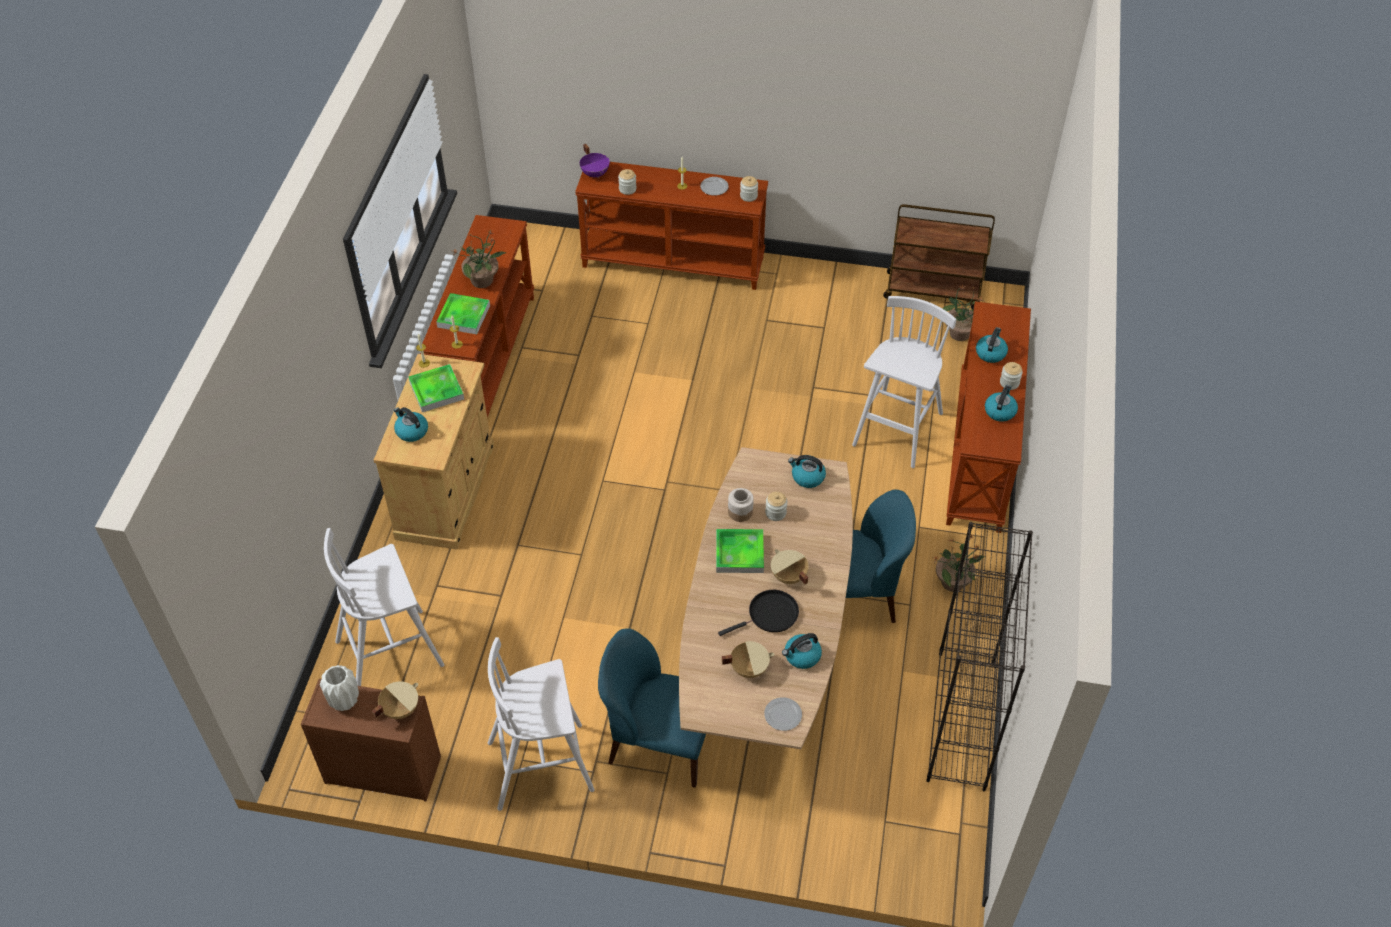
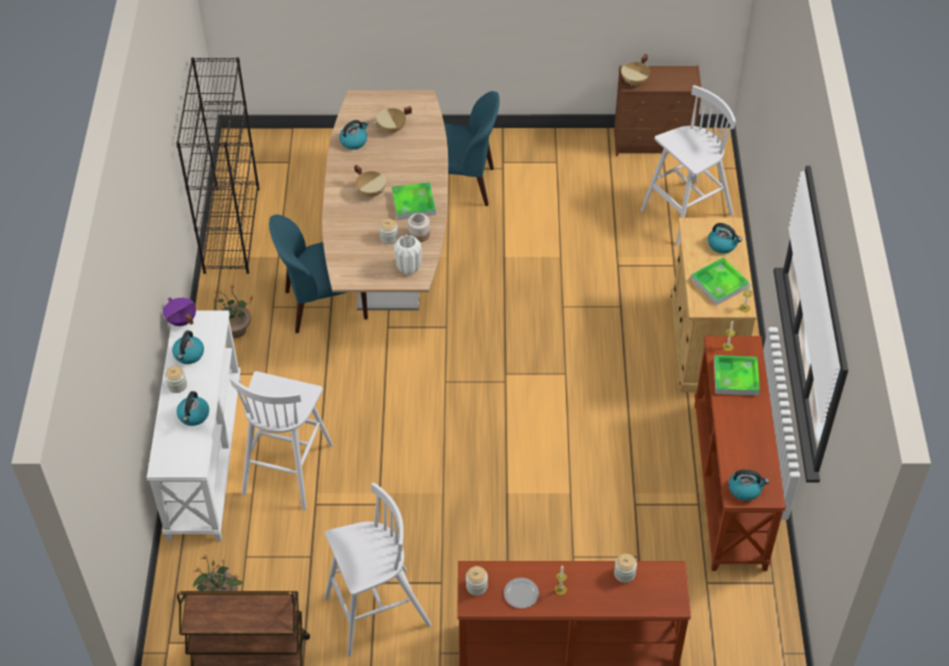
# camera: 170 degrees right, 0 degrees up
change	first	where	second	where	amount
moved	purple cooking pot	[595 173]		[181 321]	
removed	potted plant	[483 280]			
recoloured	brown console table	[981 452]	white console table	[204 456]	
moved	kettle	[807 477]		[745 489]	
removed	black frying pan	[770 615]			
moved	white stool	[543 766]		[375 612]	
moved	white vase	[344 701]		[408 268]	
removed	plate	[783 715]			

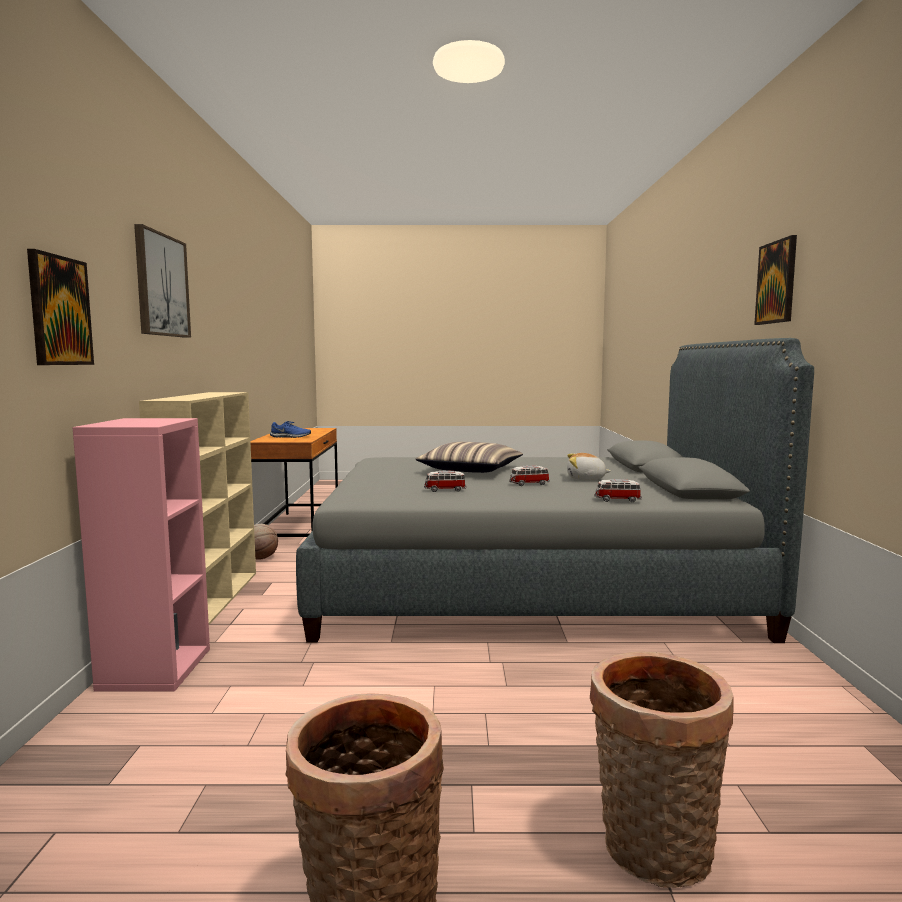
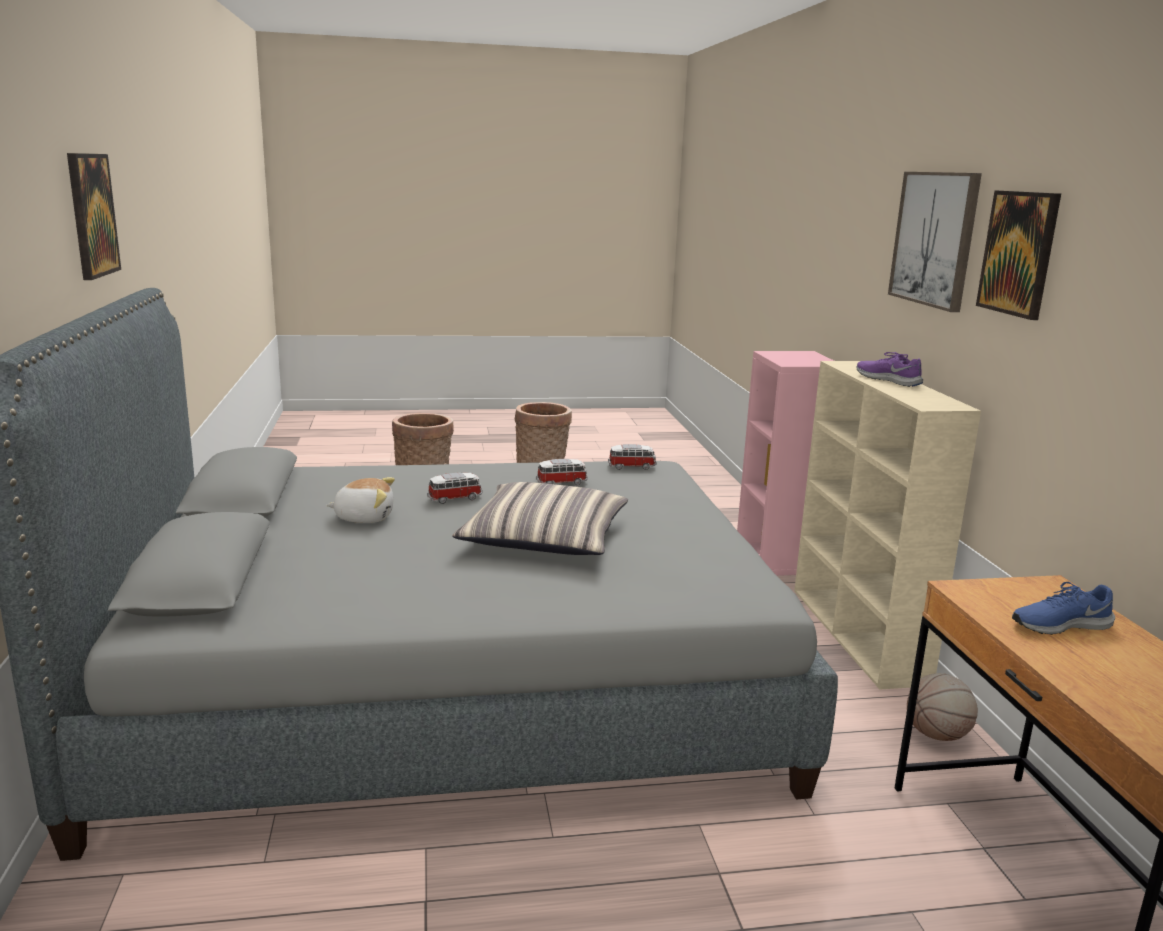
# camera: 170 degrees right, 10 degrees up
change	first	where	second	where	amount
moved	picture	[59 311]		[1019 253]	
moved	toy car	[617 500]		[632 467]	
added			purple shoe	[888 380]	

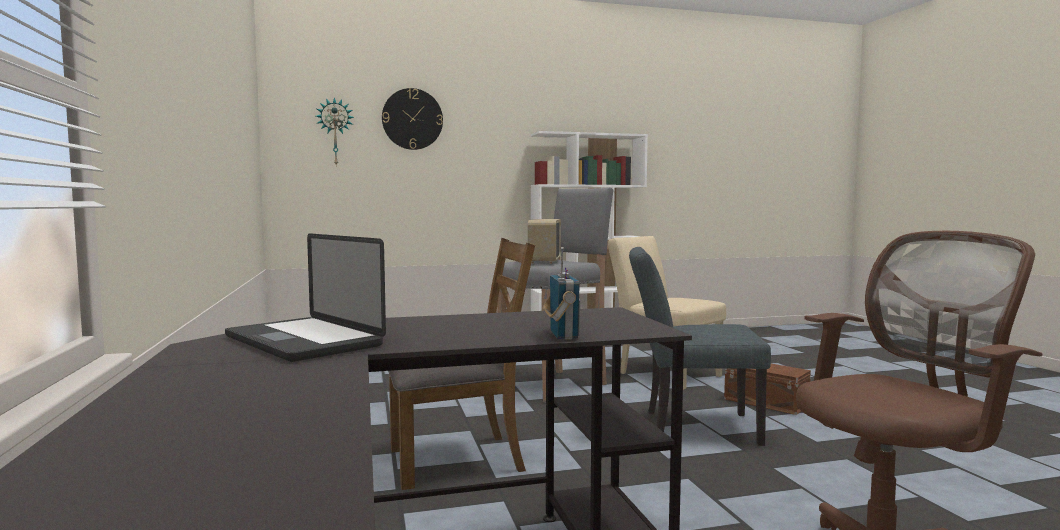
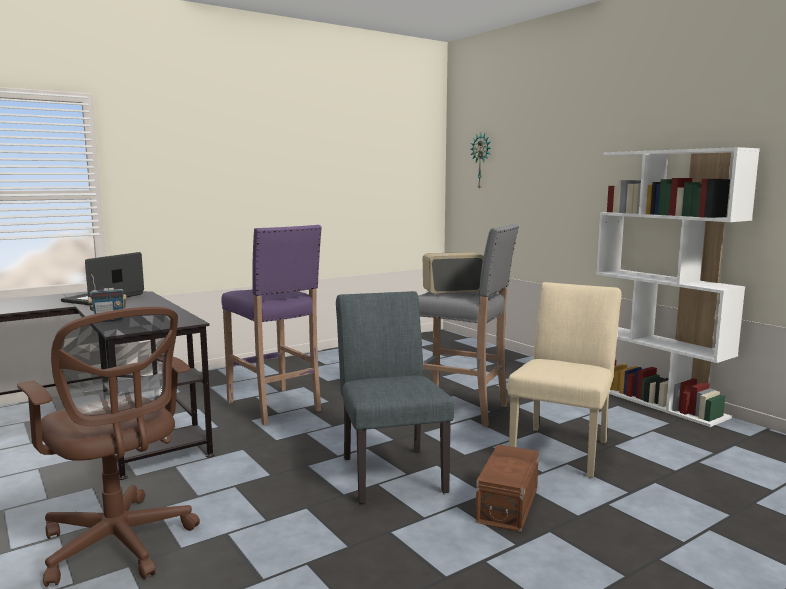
# camera: 70 degrees right, 5 degrees up
change	first	where	second	where	amount
removed	wall clock	[412 119]			
replaced	brown chair	[457 459]	purple stool	[275 406]	

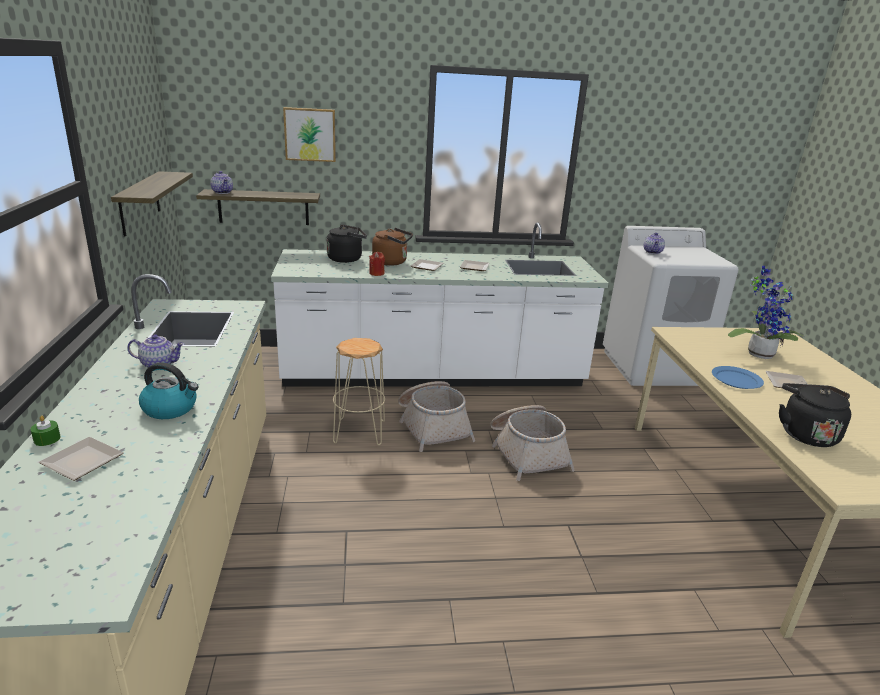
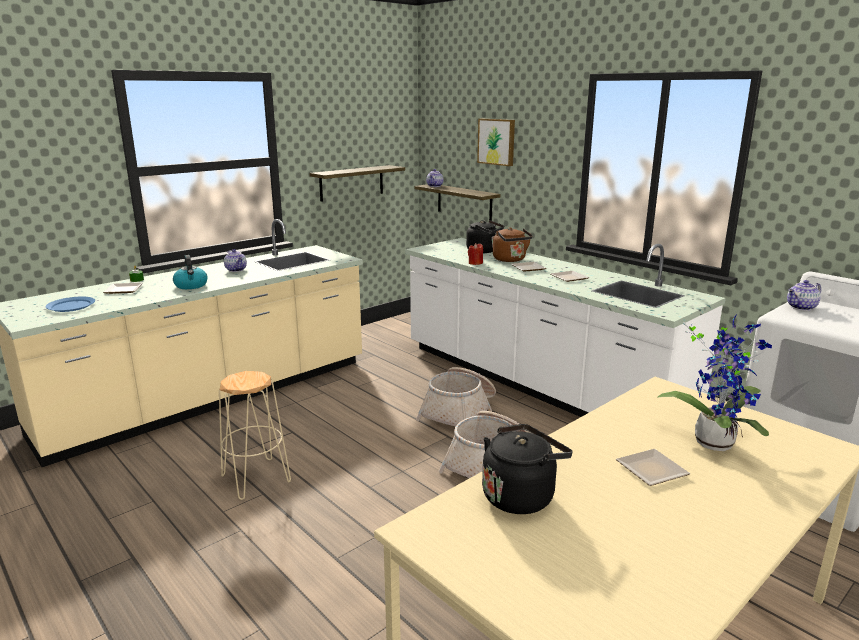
# camera: 55 degrees right, 5 degrees down
change	first	where	second	where	amount
moved	beige stool	[359 432]		[255 478]	
moved	blue plate	[736 379]		[71 306]	

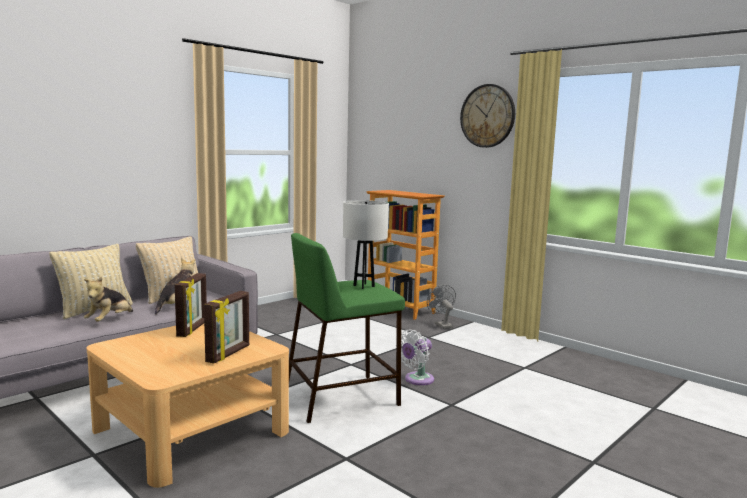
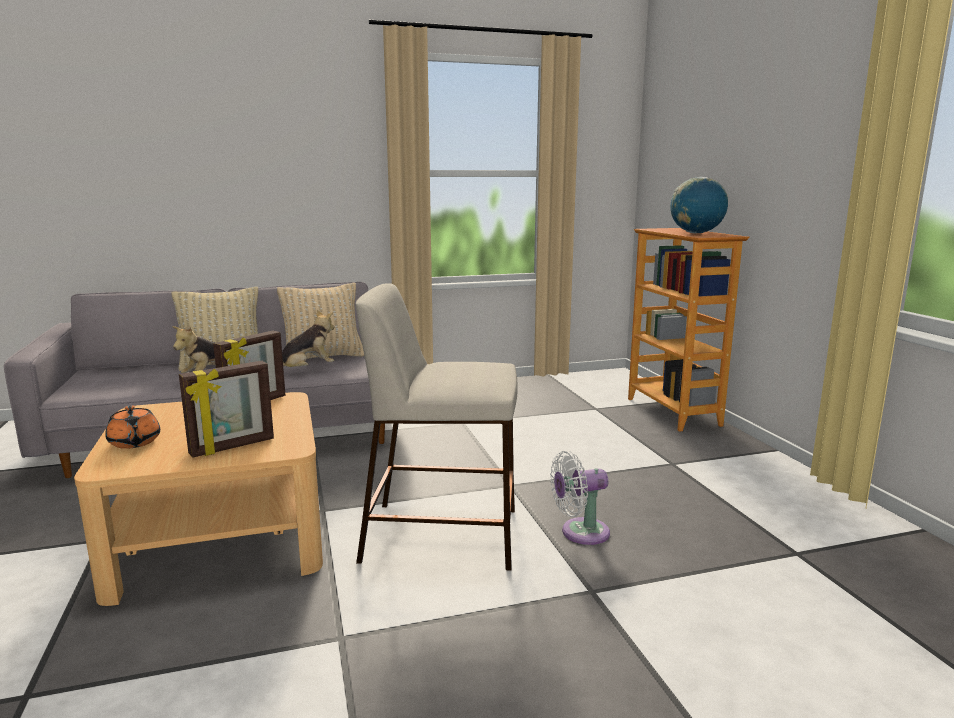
# camera: 30 degrees right, 5 degrees up
change	first	where	second	where	amount
removed	wall clock	[487 116]			
removed	white table lamp	[363 286]			
recoloured	green stool	[342 397]	beige stool	[444 534]	
removed	grey fan	[441 325]			
added			globe	[696 233]	
added			orange teapot	[134 443]	

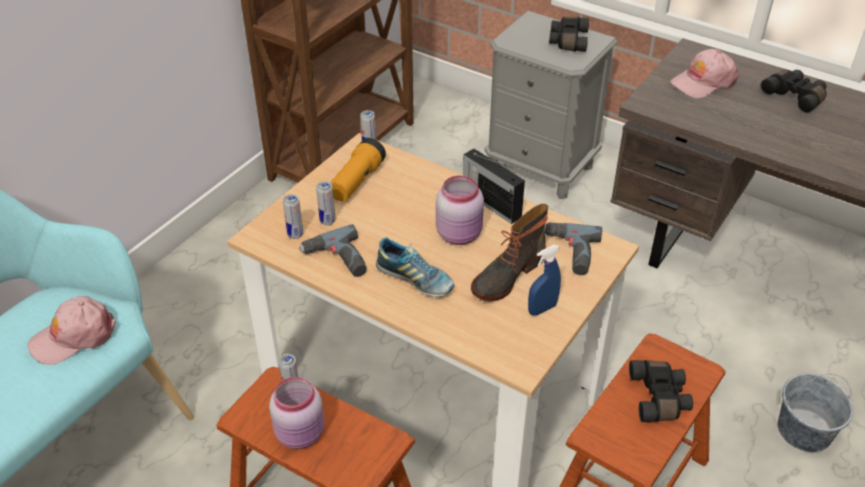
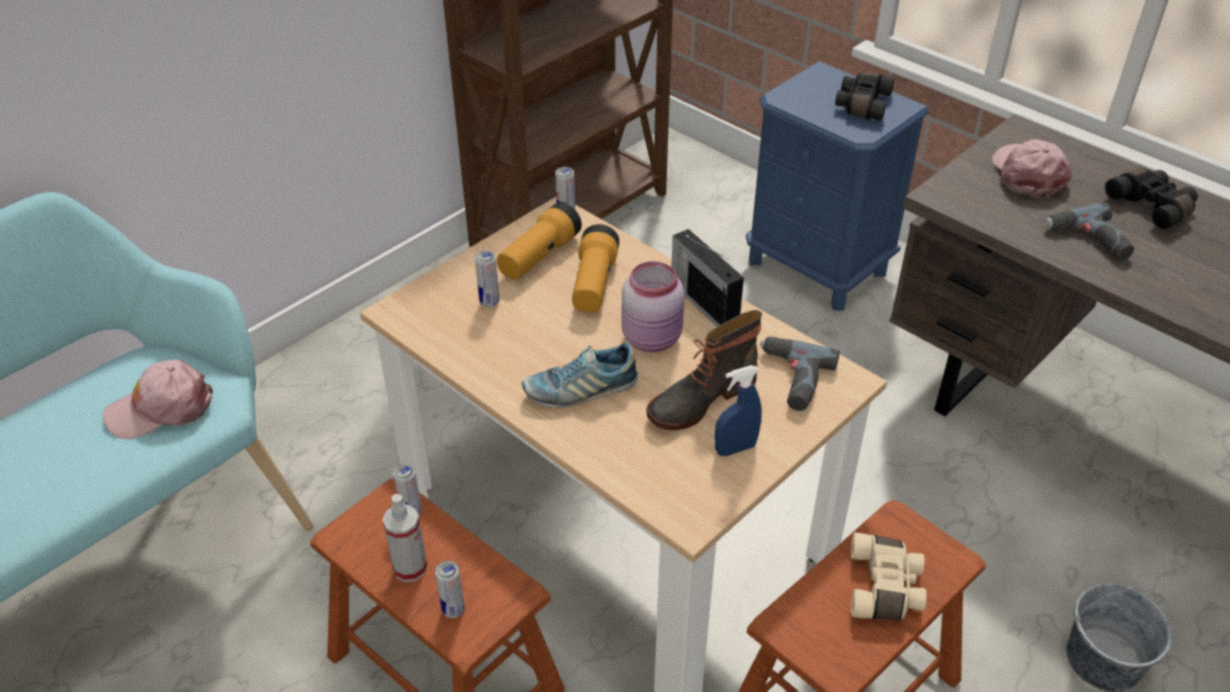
# camera: 10 degrees right, 0 degrees up
change	first	where	second	where	amount
recoloured	grey nightstand	[541 167]	blue nightstand	[818 267]	
turned	pink cap	[703 82]		[1027 174]	105 degrees clockwise
moved	can	[295 235]		[453 610]	
moved	power drill	[336 260]		[1089 241]	
turned	shoe	[415 280]		[580 390]	120 degrees clockwise
recoloured	black binoculars	[660 398]	beige binoculars	[886 588]	
replaced	pink jar	[301 434]	spray bottle	[410 568]	
added			flashlight	[594 284]	

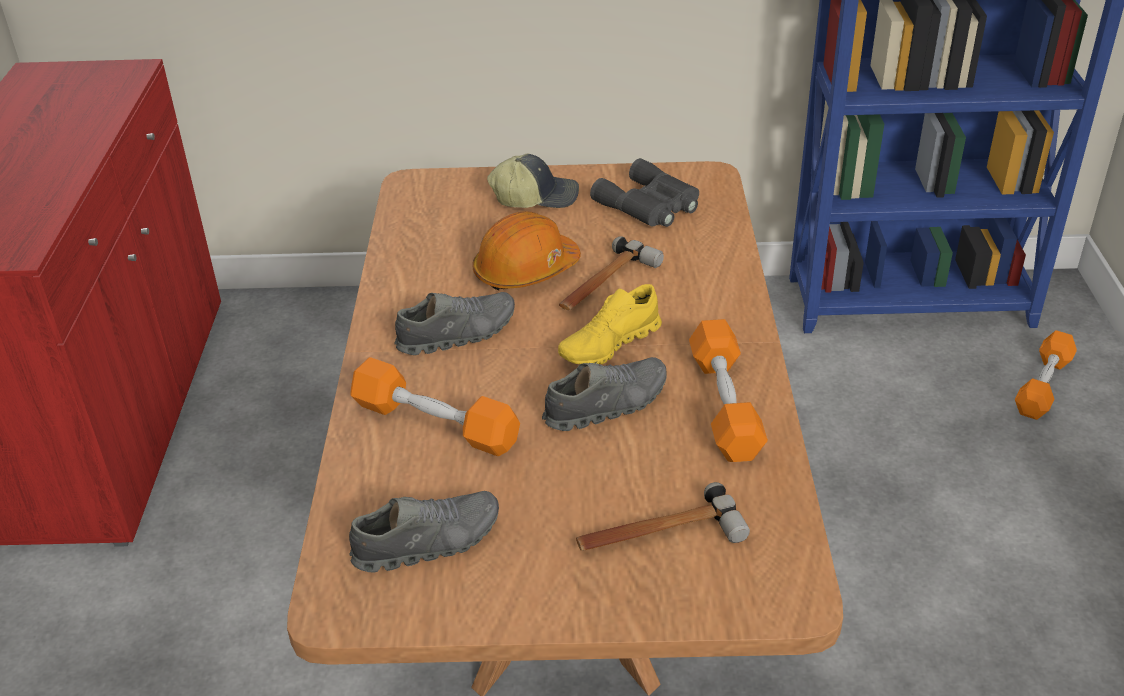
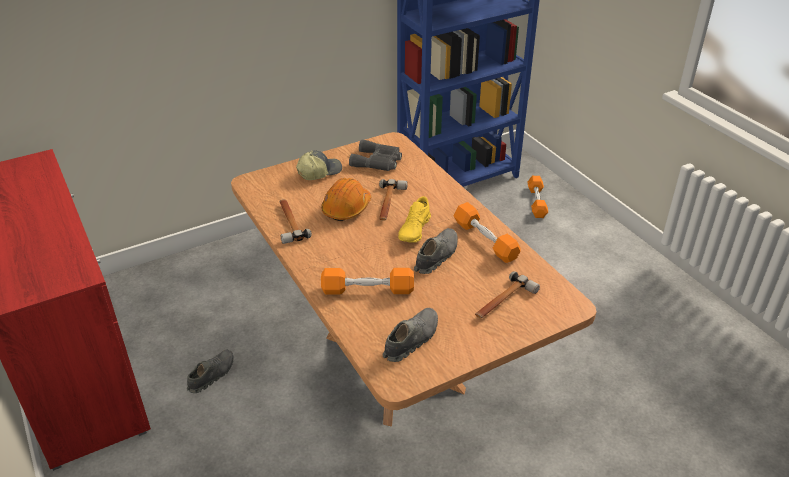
# camera: 30 degrees left, 0 degrees up
change	first	where	second	where	amount
moved	grey shoe	[457 334]		[211 375]	
added			hammer	[289 222]	

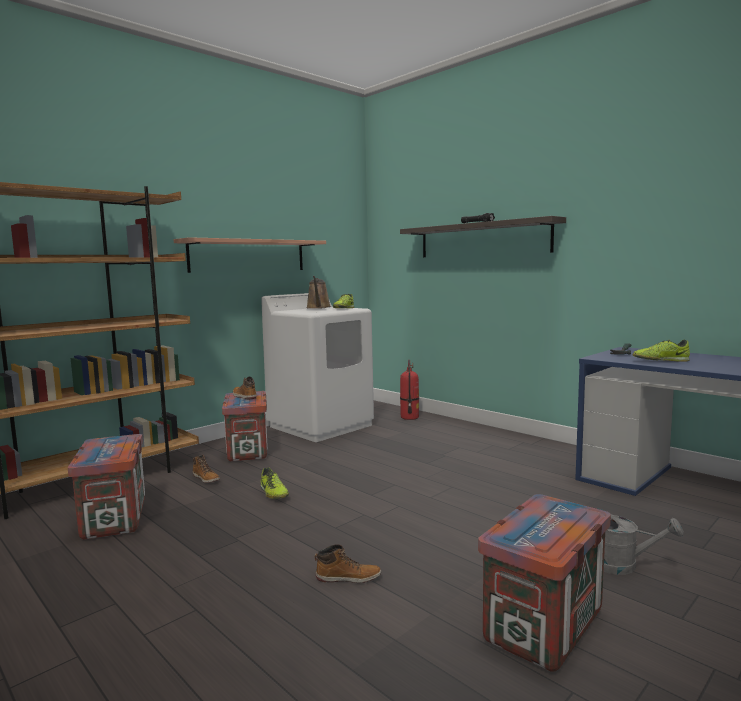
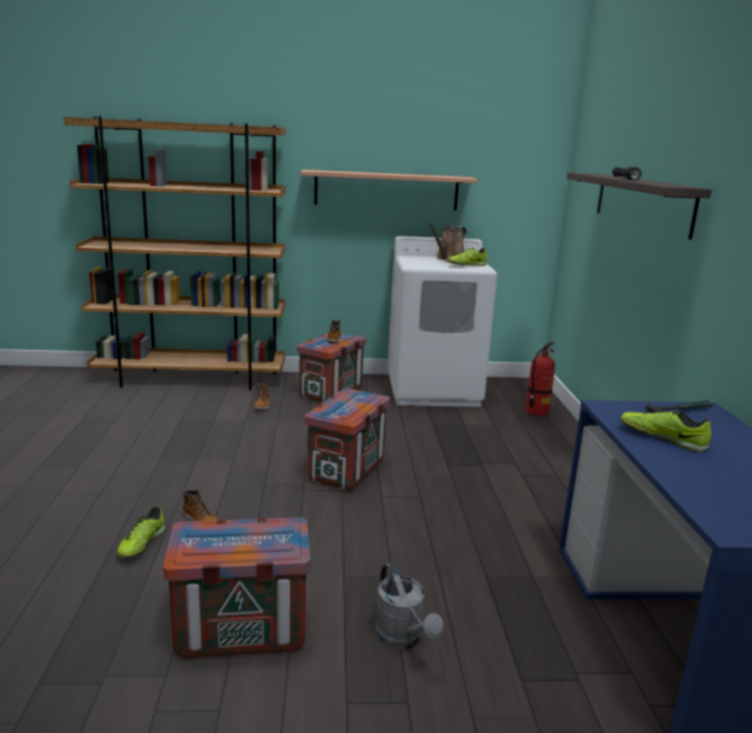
# camera: 40 degrees right, 10 degrees up
change	first	where	second	where	amount
moved	crate	[114 519]		[346 470]	
moved	shoe	[273 493]		[141 544]	

